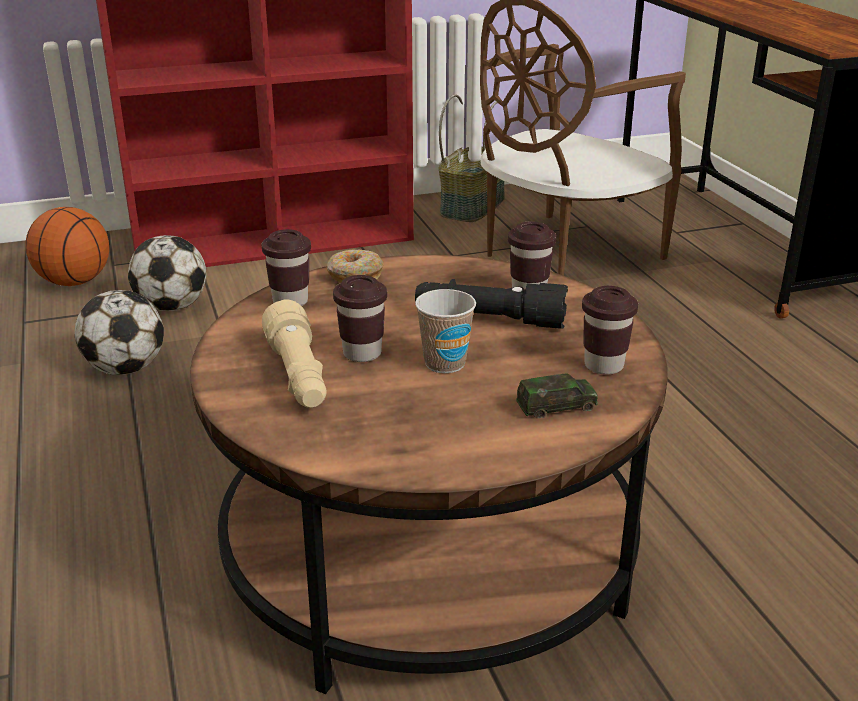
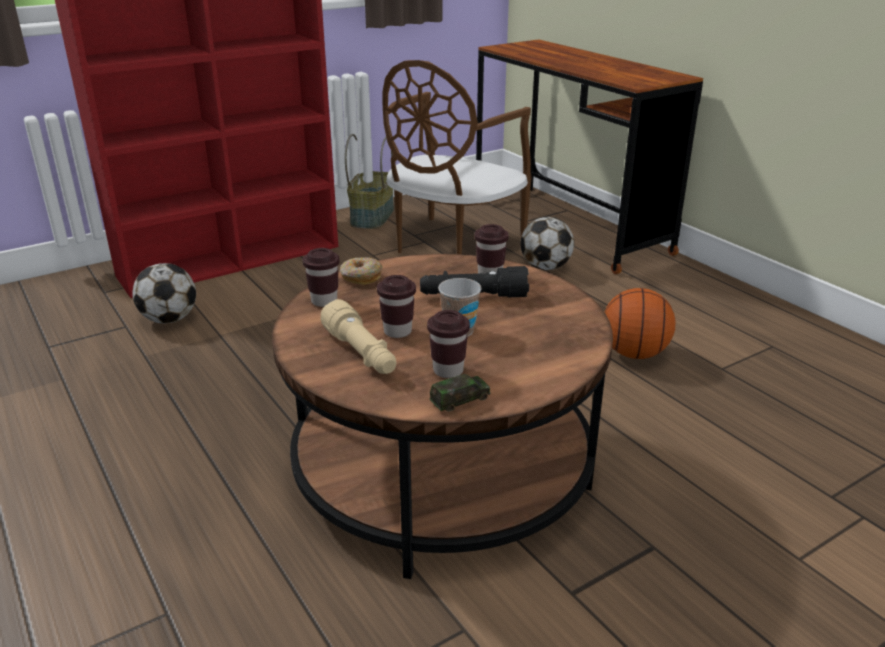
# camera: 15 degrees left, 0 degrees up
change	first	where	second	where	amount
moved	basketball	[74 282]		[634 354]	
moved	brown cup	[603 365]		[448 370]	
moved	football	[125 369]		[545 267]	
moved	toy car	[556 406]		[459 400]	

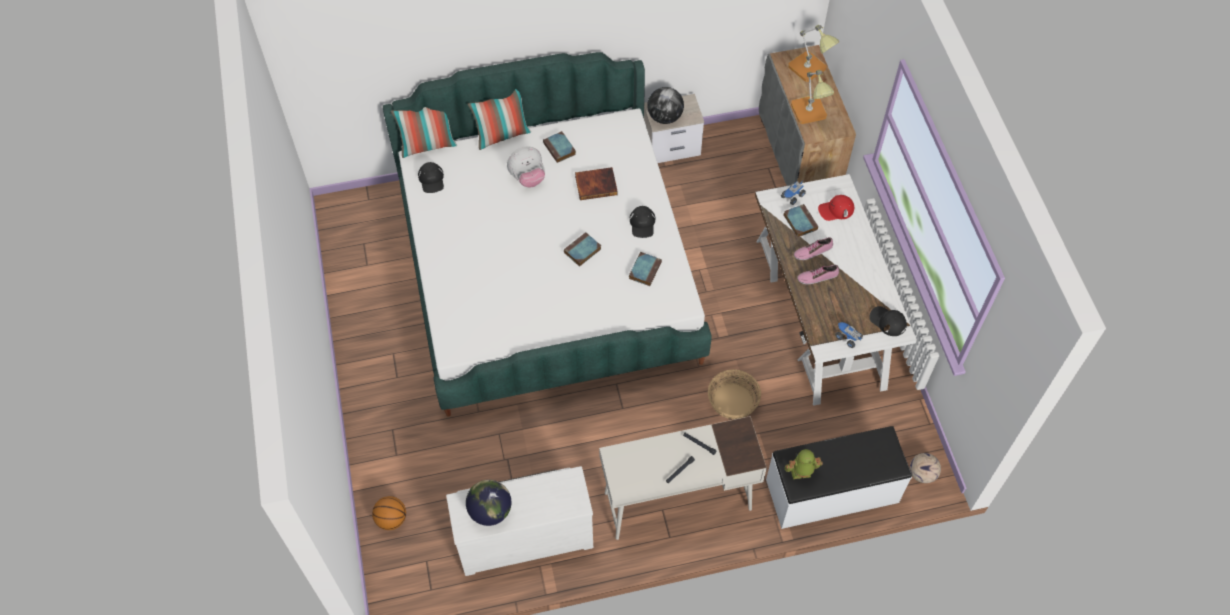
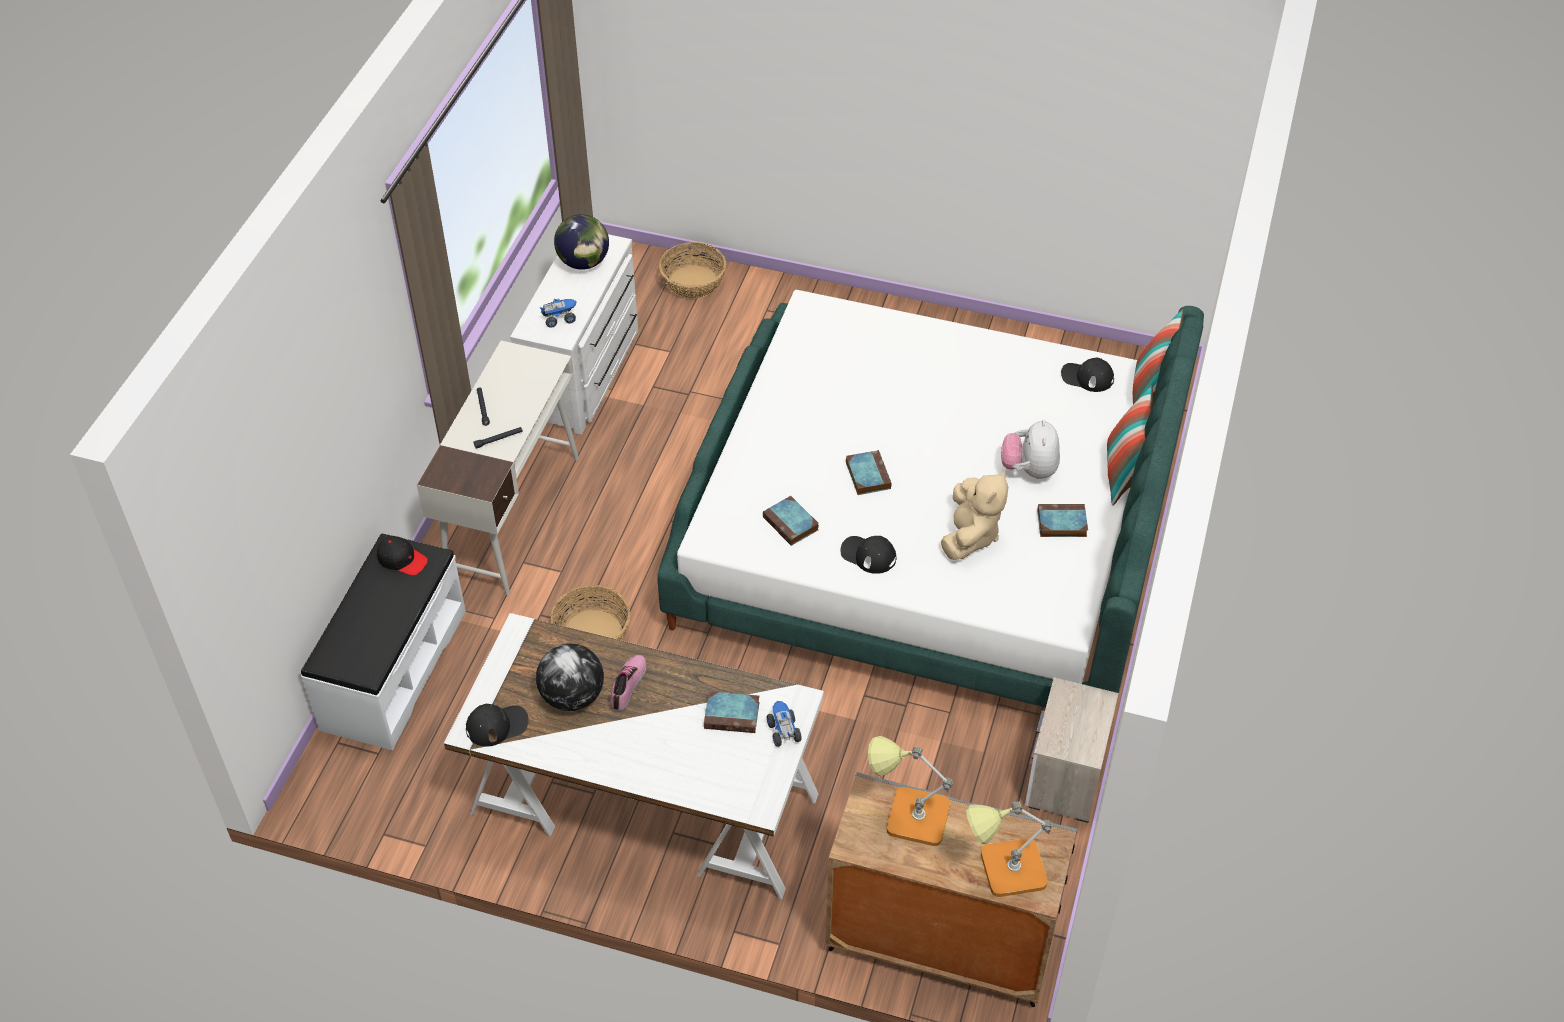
# camera: 120 degrees right, 10 degrees down
change	first	where	second	where	amount
moved	globe	[665 117]		[573 697]	
replaced	book	[596 184]	beige plush toy	[970 535]	
removed	red cap	[836 210]			
removed	shoe	[812 251]			
moved	toy truck	[847 338]		[559 318]	
replaced	toy robot	[800 473]	black cap	[402 560]	
removed	football	[921 473]			
replaced	basketball	[391 519]	basket	[692 282]	

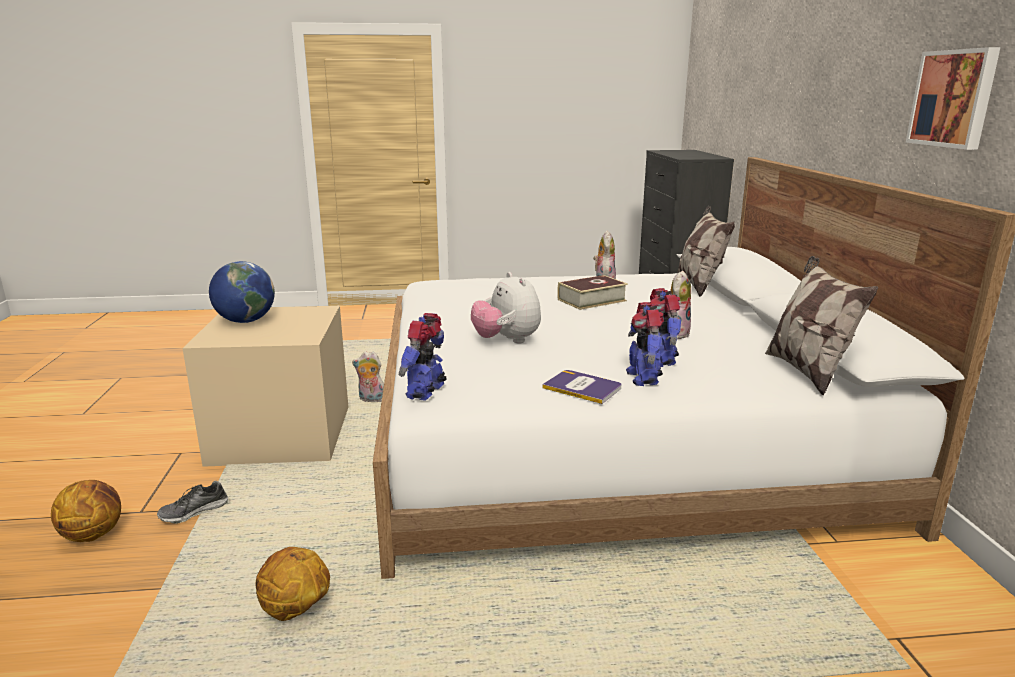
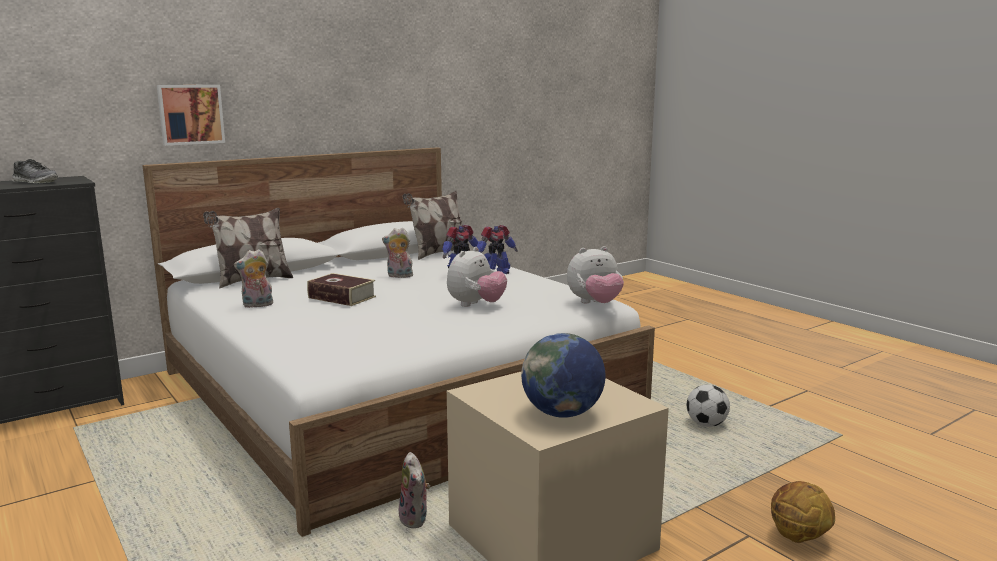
# camera: 120 degrees left, 5 degrees down
change	first	where	second	where	amount
moved	picture	[954 98]		[190 114]	
replaced	toy robot	[427 391]	plush toy	[595 303]	
removed	book	[582 387]			
moved	shoe	[194 512]		[35 182]	
replaced	basketball	[295 610]	football	[706 424]	

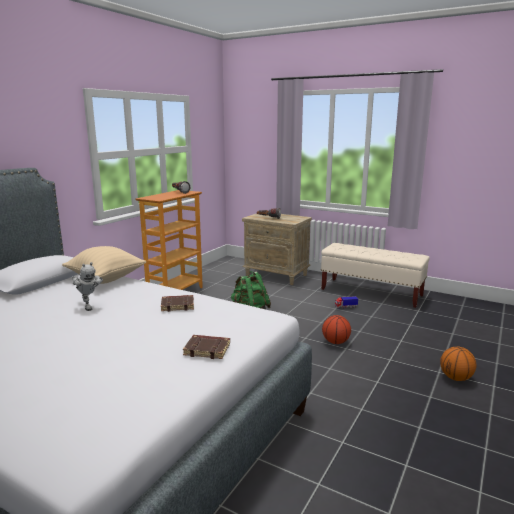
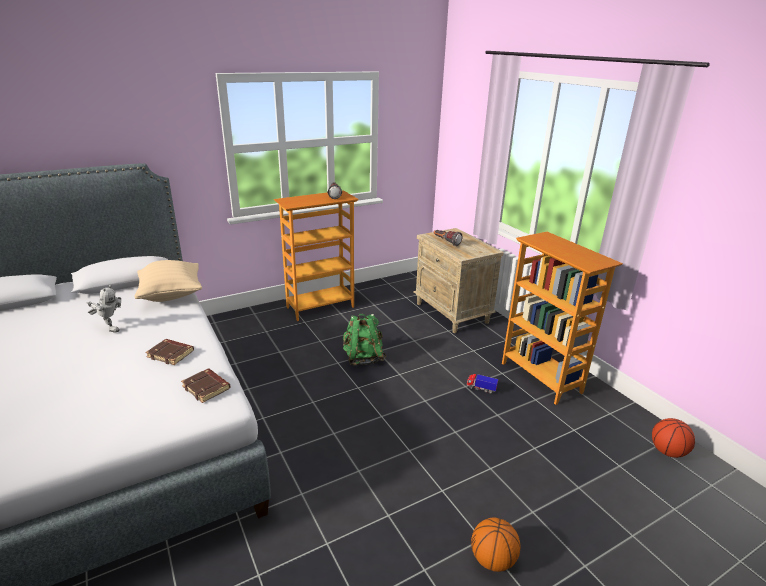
# camera: 30 degrees right, 10 degrees up
change	first	where	second	where	amount
replaced	beige bench	[371 293]	bookcase	[541 377]	
turned	toy robot	[88 306]		[110 328]	60 degrees counterclockwise
moved	basketball	[336 342]		[667 452]	
moved	brown book	[208 349]		[207 388]	

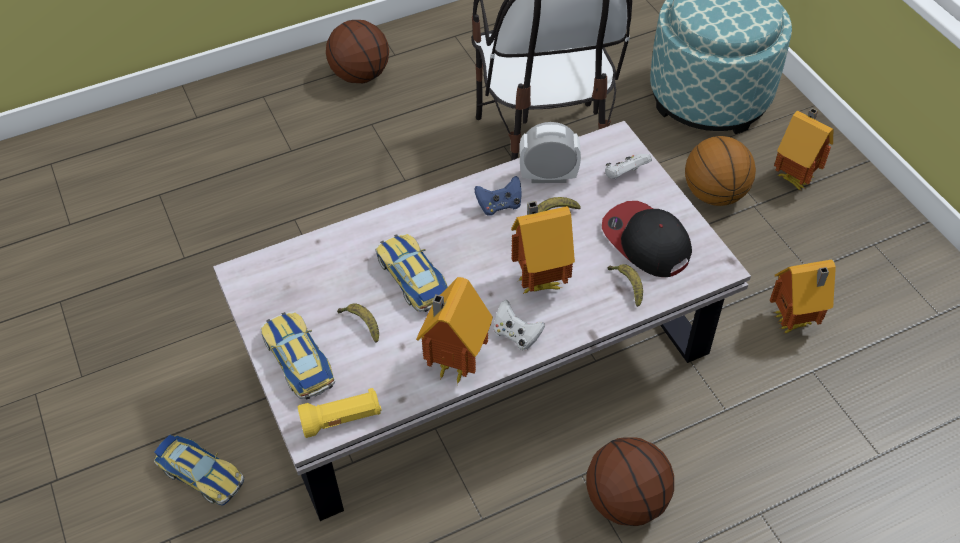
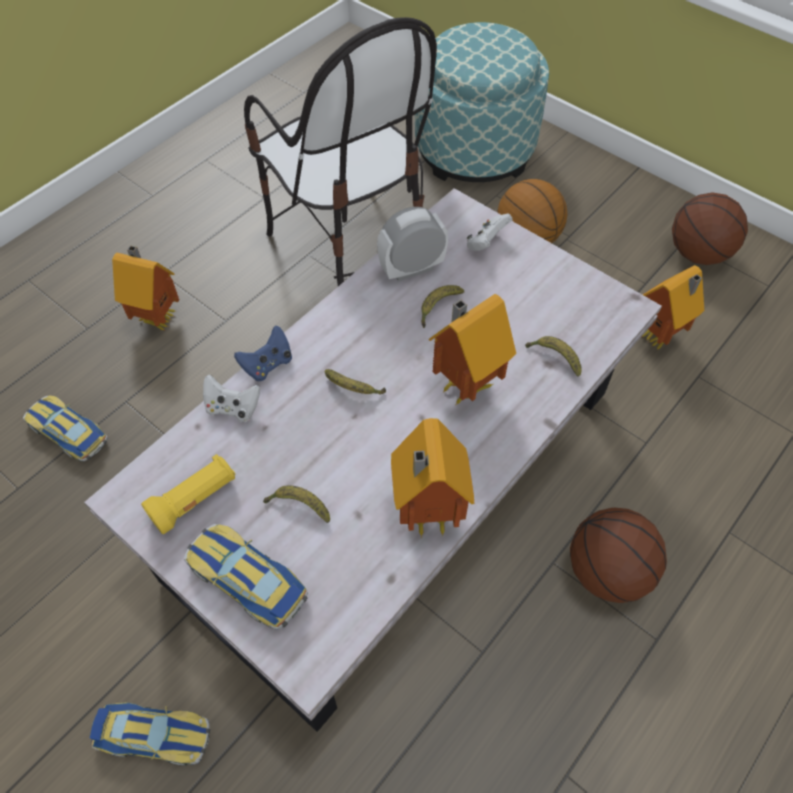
# camera: 25 degrees left, 5 degrees up
change	first	where	second	where	amount
moved	basketball	[361 75]		[699 253]	
moved	toy house	[795 178]		[158 317]	
moved	blue game controller	[499 205]		[267 364]	
removed	cap	[645 242]			
moved	toy car	[412 278]		[68 432]	
moved	white game controller	[516 335]		[233 408]	
moved	yellow flashlight	[342 420]		[195 500]	
added			banana	[353 389]	

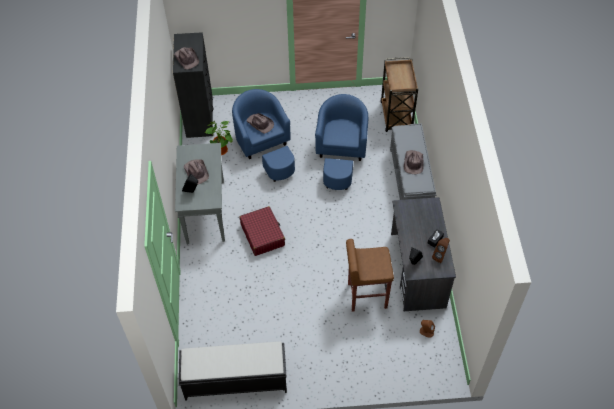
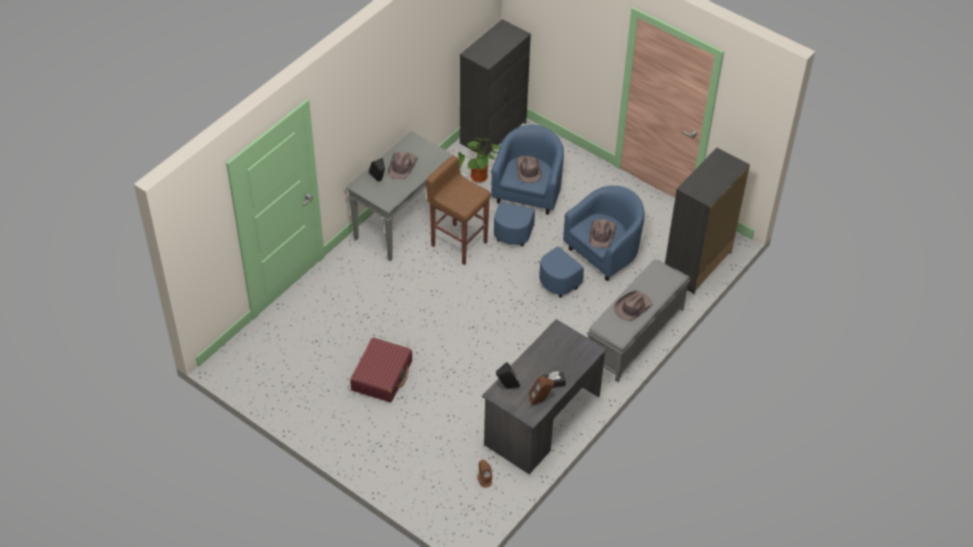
# camera: 40 degrees right, 5 degrees down
change	first	where	second	where	amount
moved	brown hat	[187 58]		[602 234]	
replaced	brown cart	[396 117]	black dresser	[696 265]	
moved	red suitcase	[262 235]		[382 376]	
moved	brown stool	[366 295]		[458 243]	
removed	black bench	[234 380]			

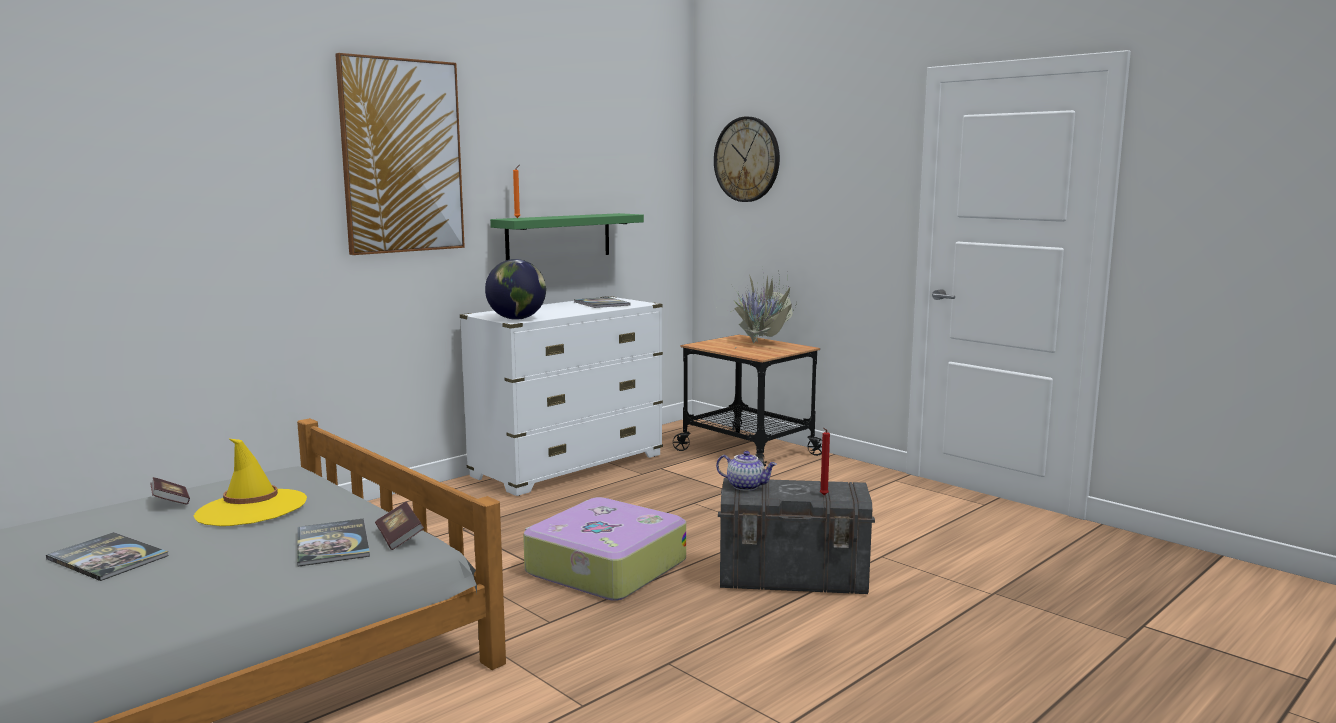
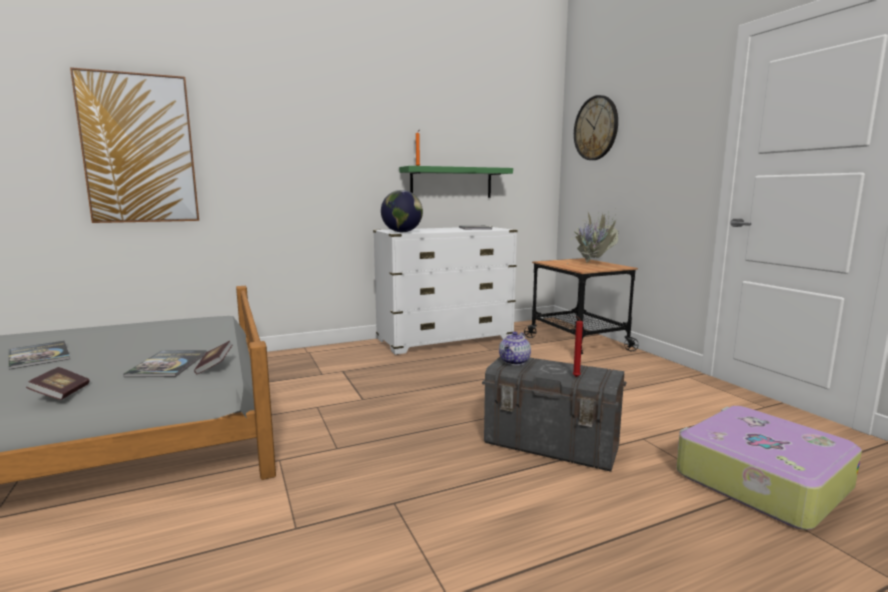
# camera: 20 degrees right, 0 degrees up
change	first	where	second	where	amount
moved	picture	[402 156]		[139 149]	
removed	yellow hat	[251 508]			
turned	teapot	[746 486]		[515 362]	75 degrees clockwise
moved	book	[171 502]		[61 394]	
moved	suitcase	[604 567]		[759 480]	

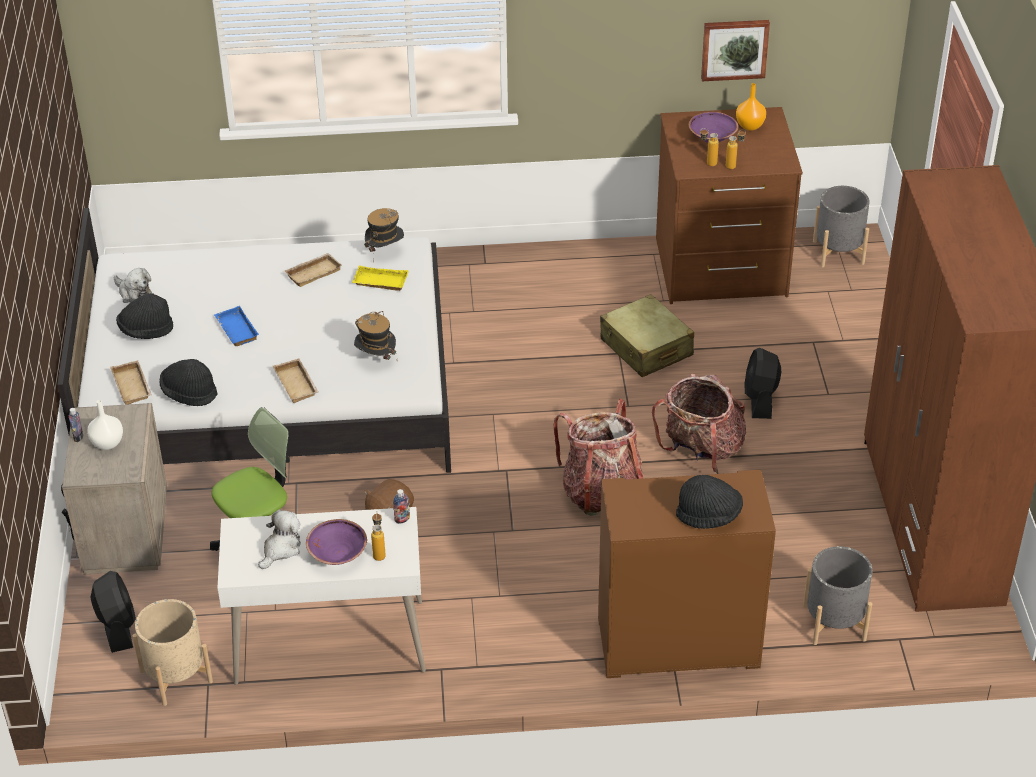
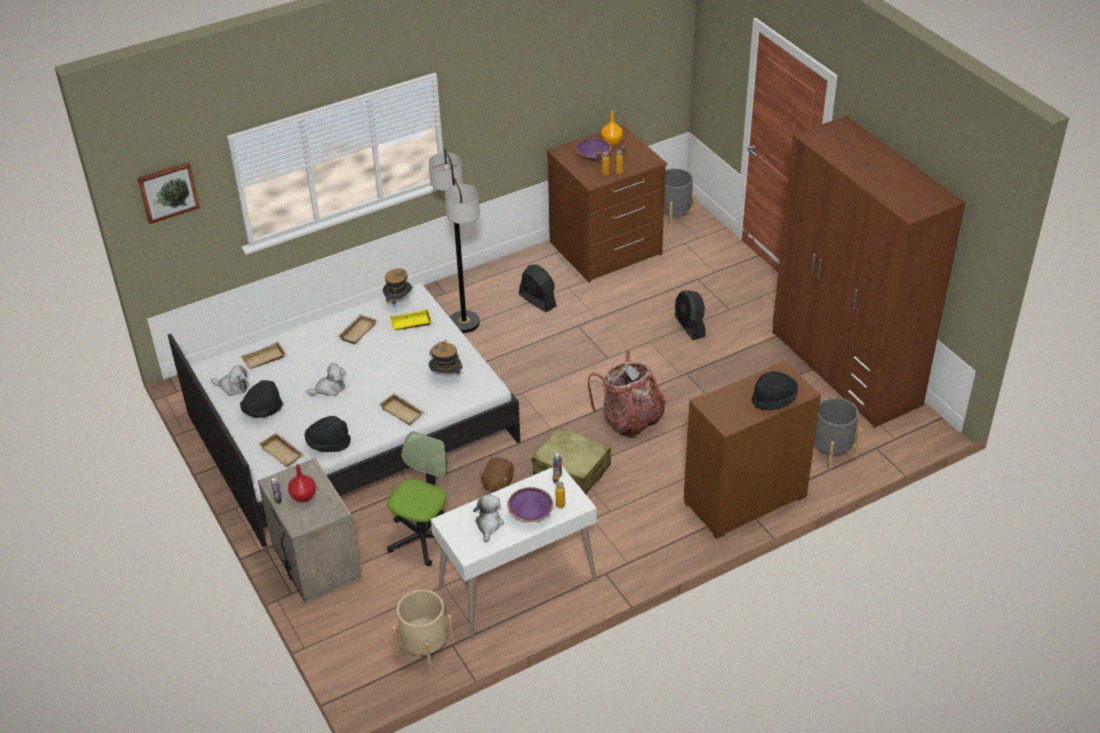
# camera: 25 degrees left, 0 degrees up
change	first	where	second	where	amount
moved	picture	[734 49]		[168 191]	
moved	beige suitcase	[646 348]		[572 470]	
replaced	blue tray	[235 330]	plush toy	[329 389]	
removed	backpack	[701 450]			
recoloured	white vase	[107 443]	red vase	[303 496]	
moved	black fan	[117 626]		[537 300]	
added			floor lamp	[464 323]	
added			beige tray	[264 360]	

